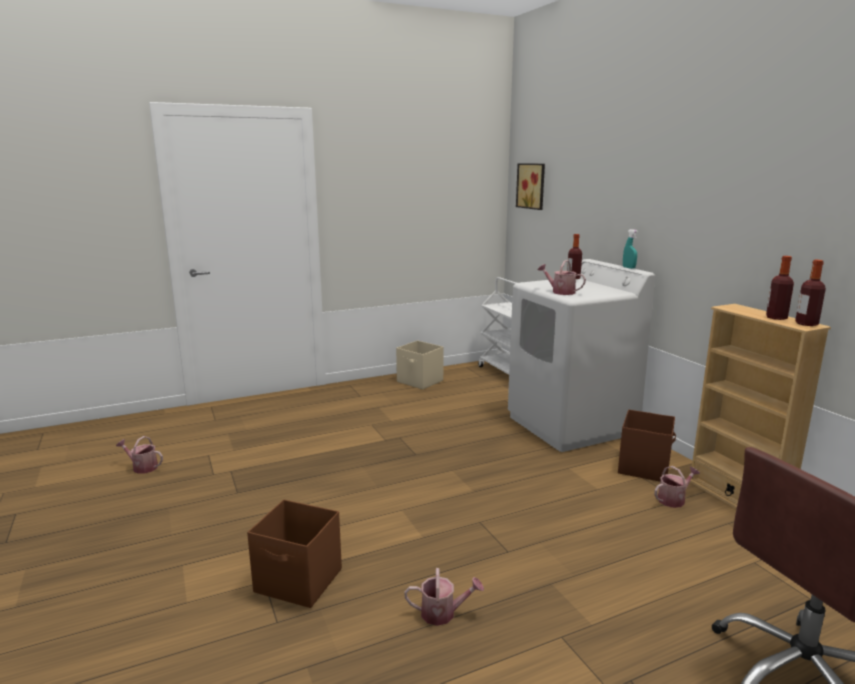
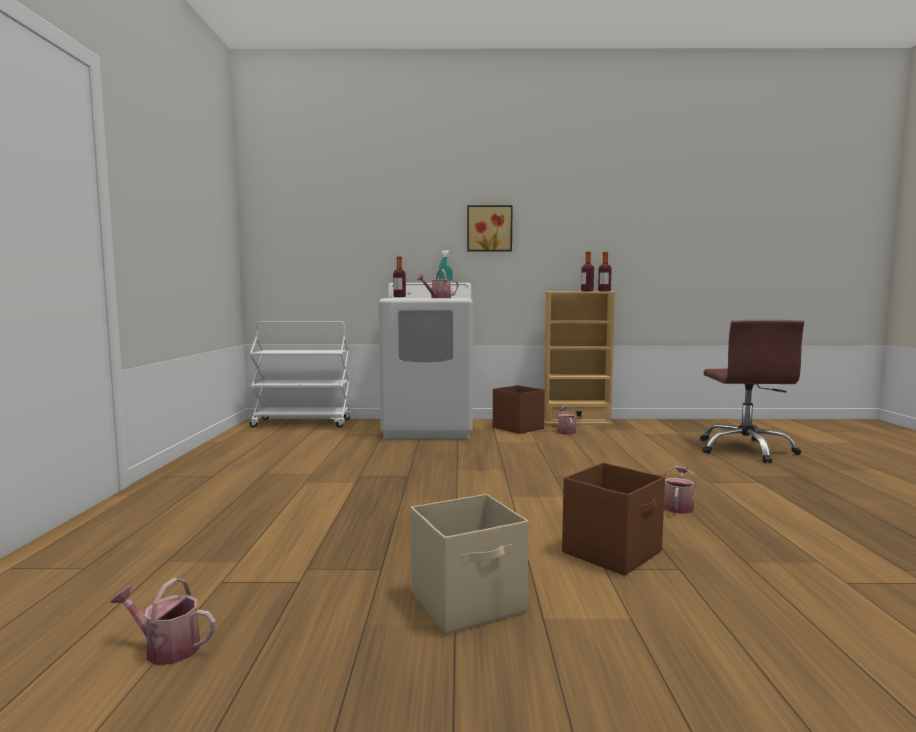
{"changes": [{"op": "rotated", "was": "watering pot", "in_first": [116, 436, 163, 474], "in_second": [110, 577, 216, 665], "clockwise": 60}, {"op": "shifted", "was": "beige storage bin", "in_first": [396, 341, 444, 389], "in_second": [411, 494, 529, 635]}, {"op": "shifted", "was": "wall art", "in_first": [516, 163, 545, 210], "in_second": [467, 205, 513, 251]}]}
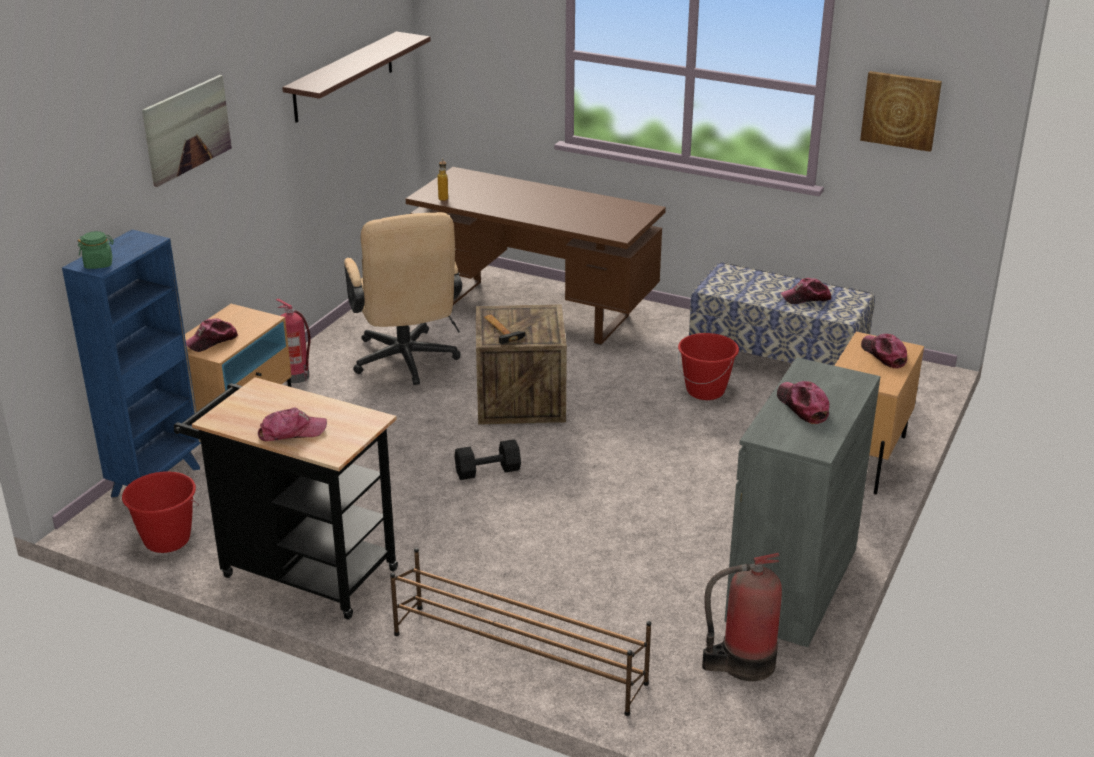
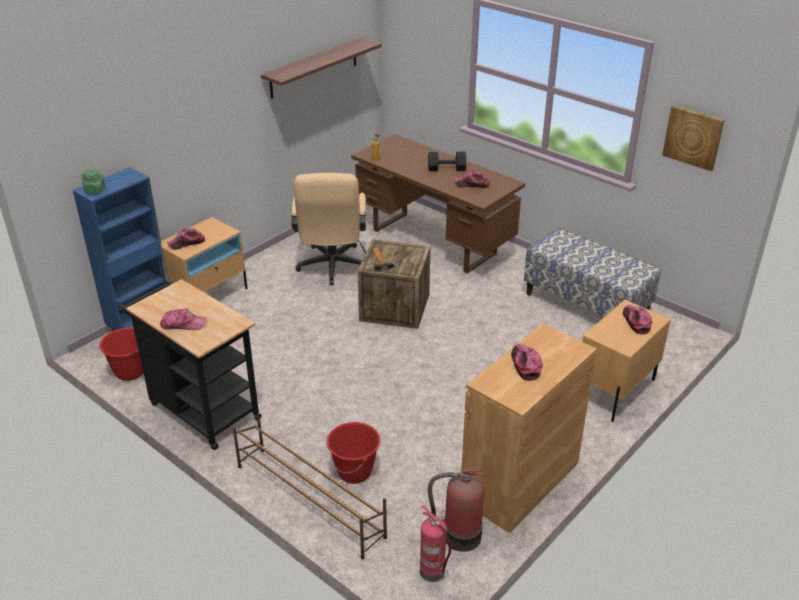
{"changes": [{"op": "shifted", "was": "red-coloured water bucket", "in_first": [678, 333, 739, 400], "in_second": [327, 422, 380, 484]}, {"op": "shifted", "was": "fire-fighting cylinder", "in_first": [276, 299, 311, 383], "in_second": [420, 505, 451, 582]}, {"op": "shifted", "was": "black hand weight", "in_first": [454, 439, 521, 480], "in_second": [428, 152, 466, 171]}, {"op": "shifted", "was": "cap", "in_first": [781, 278, 831, 304], "in_second": [454, 171, 490, 188]}, {"op": "repainted", "was": "greyish cupboard", "now": "brownish cupboard", "in_first": [725, 357, 880, 647], "in_second": [461, 323, 597, 533]}, {"op": "gone", "was": "wall art", "in_first": [142, 75, 232, 187]}]}
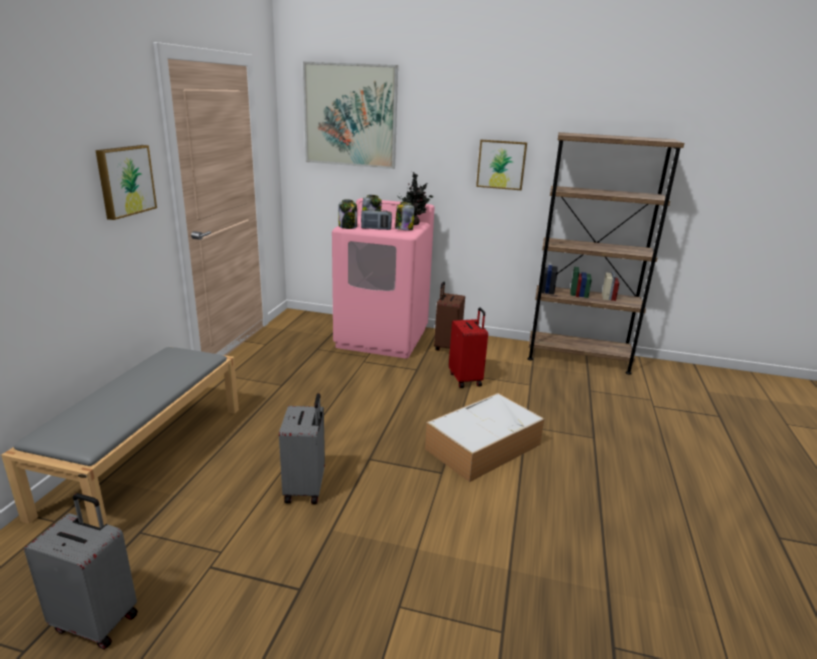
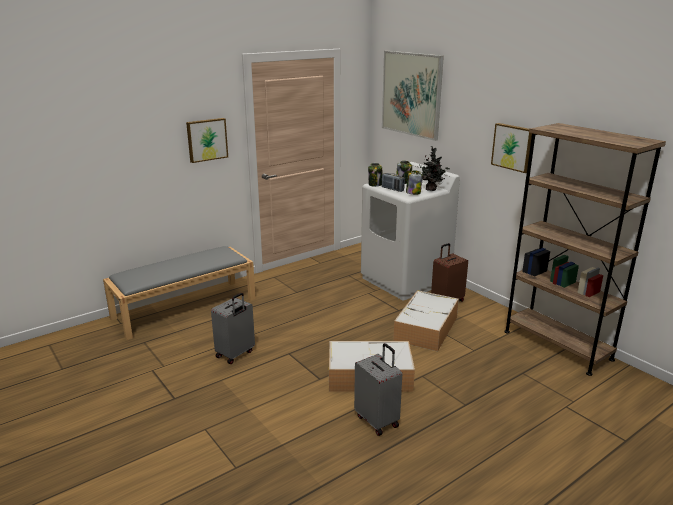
{"changes": [{"op": "shifted", "was": "greyish travel case", "in_first": [24, 493, 138, 649], "in_second": [354, 343, 402, 436]}, {"op": "repainted", "was": "pink-coloured laundry appliance", "now": "whitish laundry appliance", "in_first": [332, 198, 435, 359], "in_second": [361, 162, 460, 300]}, {"op": "swapped", "was": "red-coloured travel case", "now": "storage bin", "in_first": [449, 307, 488, 388], "in_second": [393, 290, 459, 351]}]}
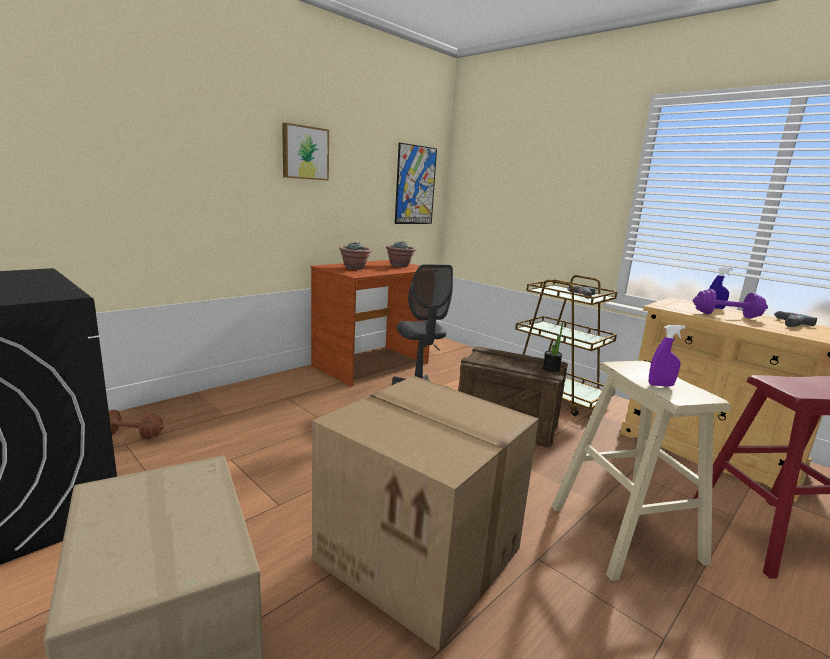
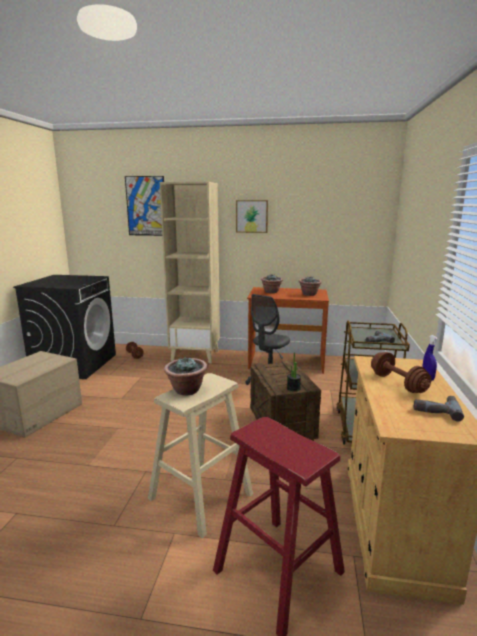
{"changes": [{"op": "shifted", "was": "wall art", "in_first": [395, 142, 437, 224], "in_second": [125, 176, 164, 236]}, {"op": "new", "now": "beige bookshelf", "in_second": [160, 182, 220, 363]}, {"op": "swapped", "was": "purple-coloured hand sprayer", "now": "houseplant", "in_first": [649, 325, 686, 387], "in_second": [164, 357, 207, 396]}, {"op": "repainted", "was": "purple-coloured hand weight", "now": "brownish hand weight", "in_first": [693, 289, 768, 319], "in_second": [371, 352, 431, 393]}, {"op": "gone", "was": "cardboard box", "in_first": [312, 376, 539, 651]}]}
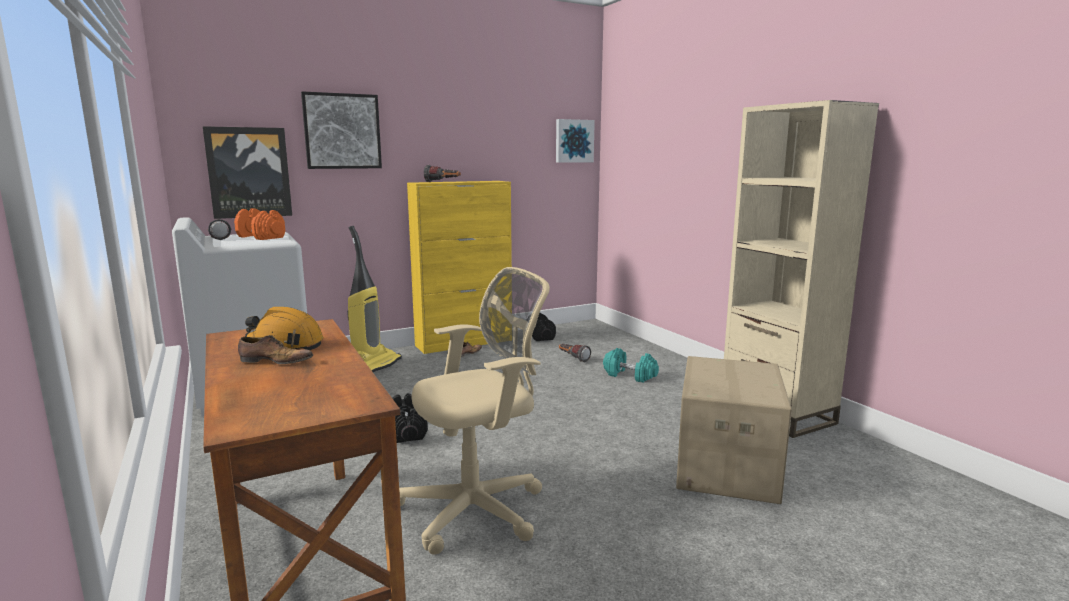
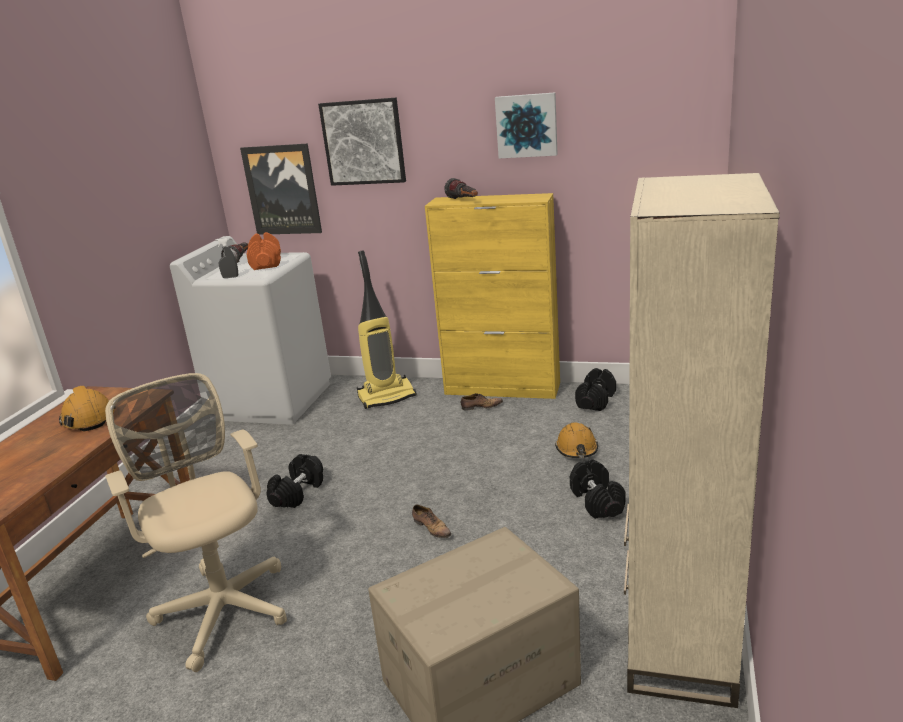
{"changes": [{"op": "rotated", "was": "beige computer chair", "in_first": [399, 267, 550, 555], "in_second": [105, 373, 287, 672], "clockwise": -135}, {"op": "new", "now": "greyish hand sprayer", "in_second": [215, 238, 238, 278]}, {"op": "shifted", "was": "shoe", "in_first": [238, 335, 313, 364], "in_second": [412, 505, 451, 538]}, {"op": "shifted", "was": "wall art", "in_first": [556, 119, 595, 163], "in_second": [495, 92, 558, 159]}, {"op": "swapped", "was": "hand torch", "now": "orangey safety helmet", "in_first": [559, 344, 591, 362], "in_second": [555, 422, 598, 458]}, {"op": "repainted", "was": "turquoise hand weight", "now": "black hand weight", "in_first": [603, 348, 659, 383], "in_second": [570, 459, 625, 519]}]}
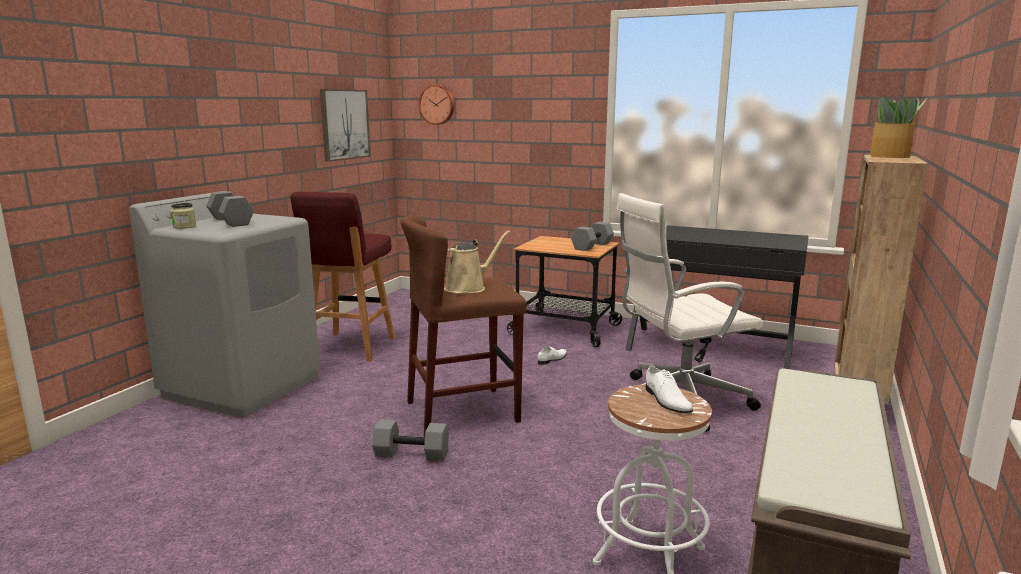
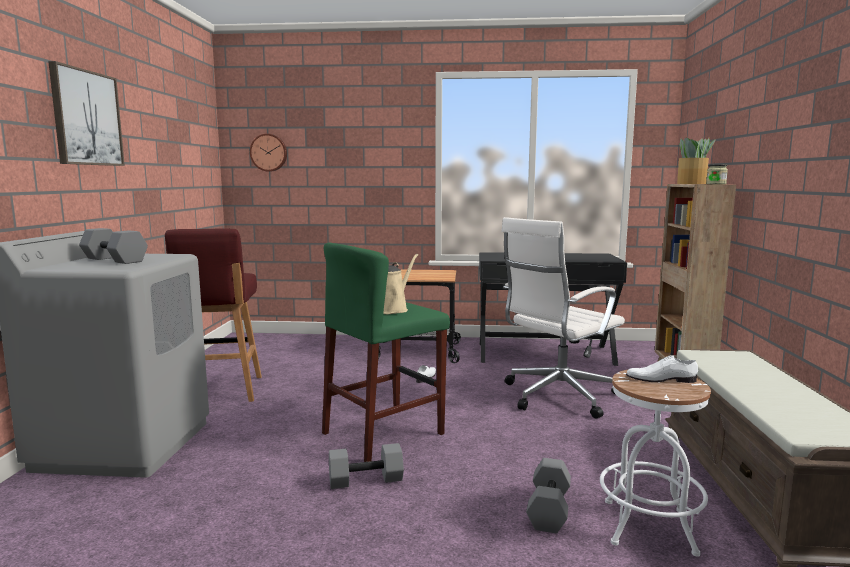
{"changes": [{"op": "shifted", "was": "wall art", "in_first": [320, 89, 371, 162], "in_second": [48, 61, 125, 166]}, {"op": "repainted", "was": "brownish stool", "now": "greenish stool", "in_first": [401, 216, 527, 437], "in_second": [322, 243, 450, 462]}, {"op": "shifted", "was": "greyish hand weight", "in_first": [571, 222, 614, 251], "in_second": [526, 458, 571, 533]}, {"op": "rotated", "was": "whitish shoe", "in_first": [646, 366, 693, 413], "in_second": [626, 355, 698, 383], "clockwise": 135}, {"op": "shifted", "was": "storage jar", "in_first": [171, 203, 196, 229], "in_second": [706, 164, 728, 184]}]}
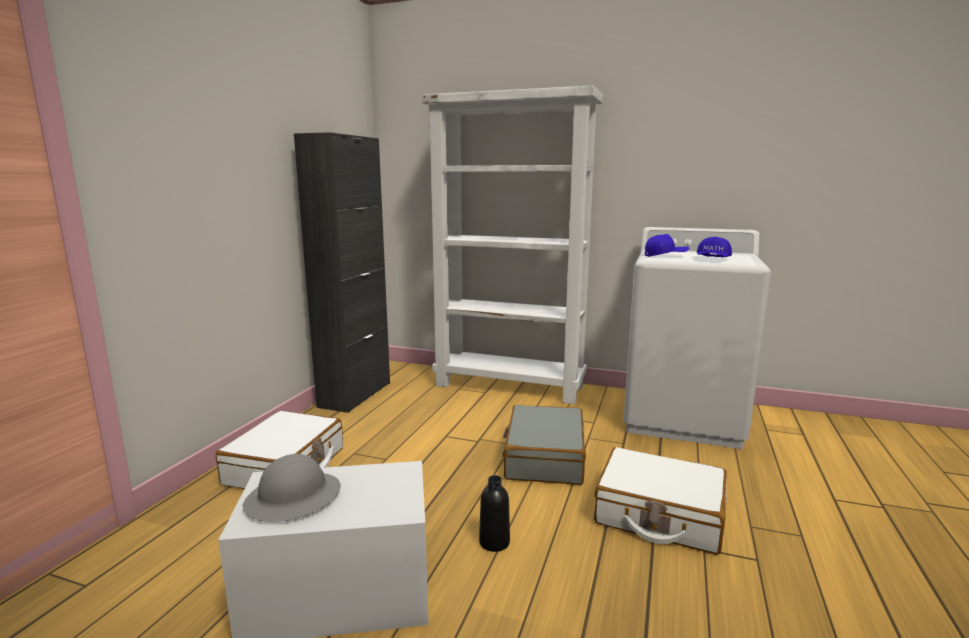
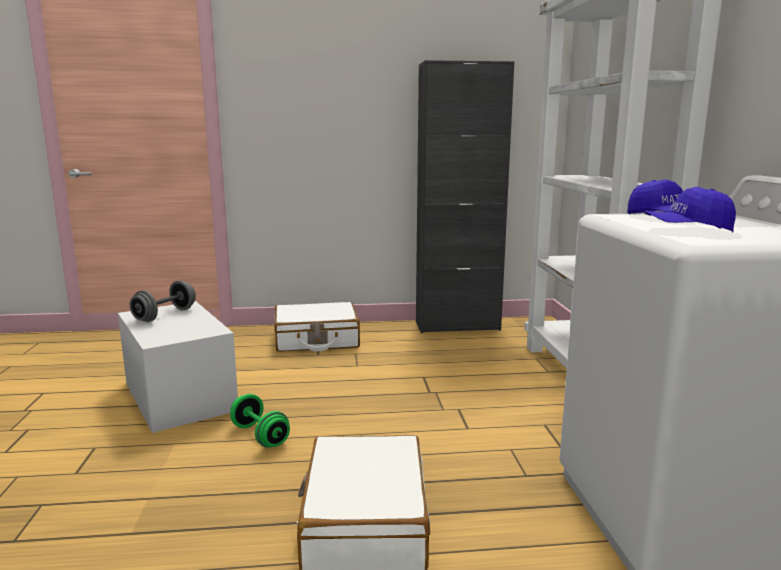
{"changes": [{"op": "swapped", "was": "greyish safety helmet", "now": "greyish hand weight", "in_first": [242, 454, 341, 522], "in_second": [130, 280, 196, 322]}, {"op": "swapped", "was": "black bottle", "now": "greenish hand weight", "in_first": [479, 475, 510, 552], "in_second": [230, 394, 290, 448]}, {"op": "gone", "was": "greyish travel case", "in_first": [502, 405, 586, 485]}]}
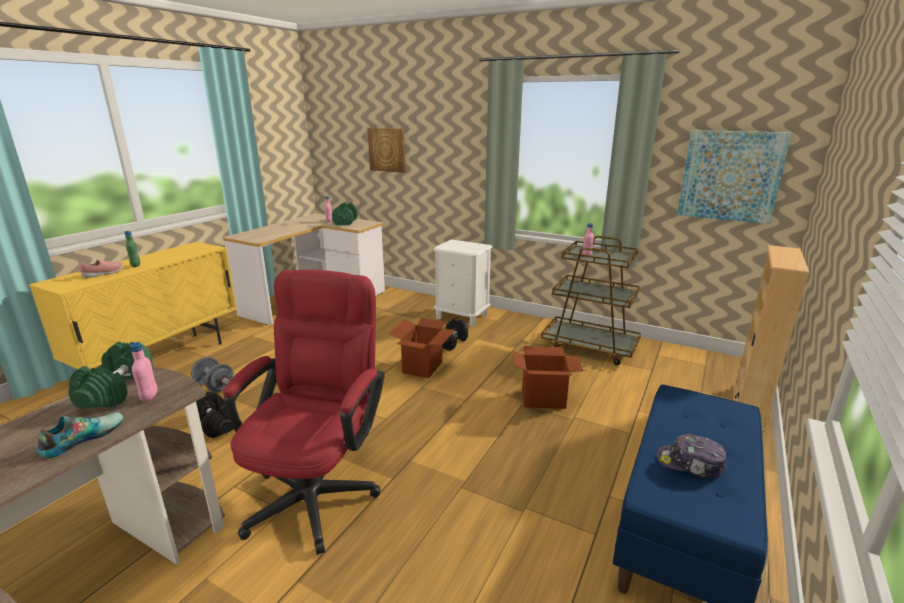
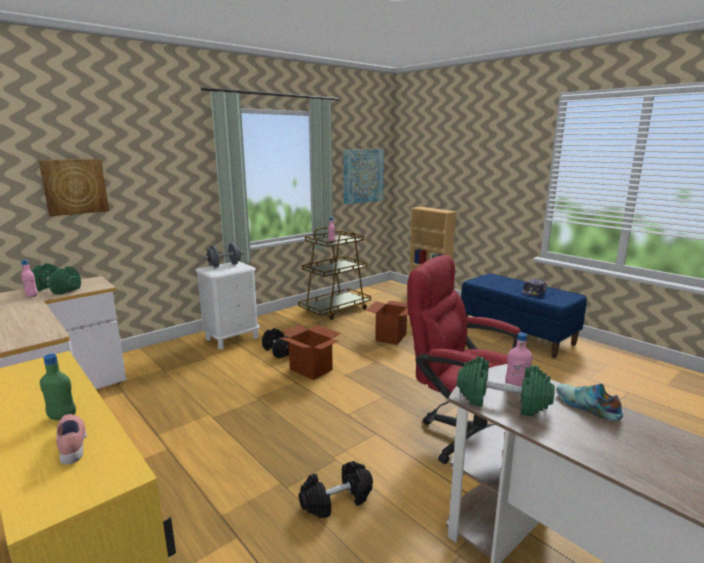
{"changes": [{"op": "shifted", "was": "greyish hand weight", "in_first": [191, 356, 234, 392], "in_second": [203, 243, 244, 268]}]}
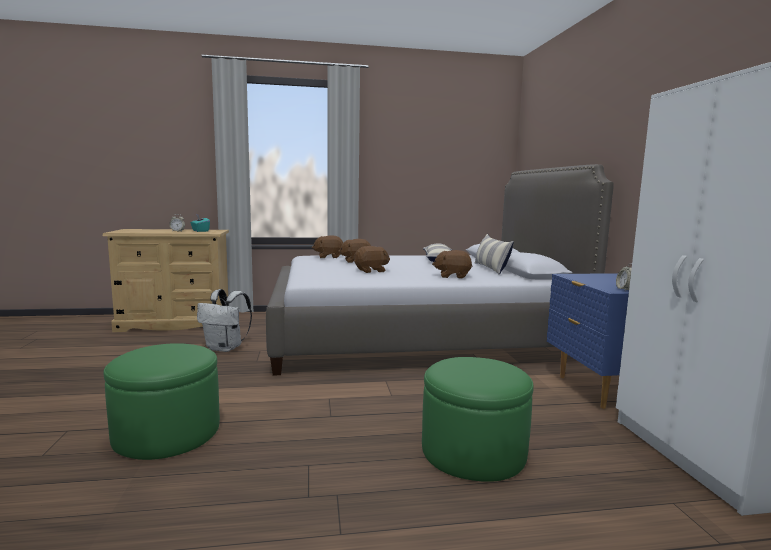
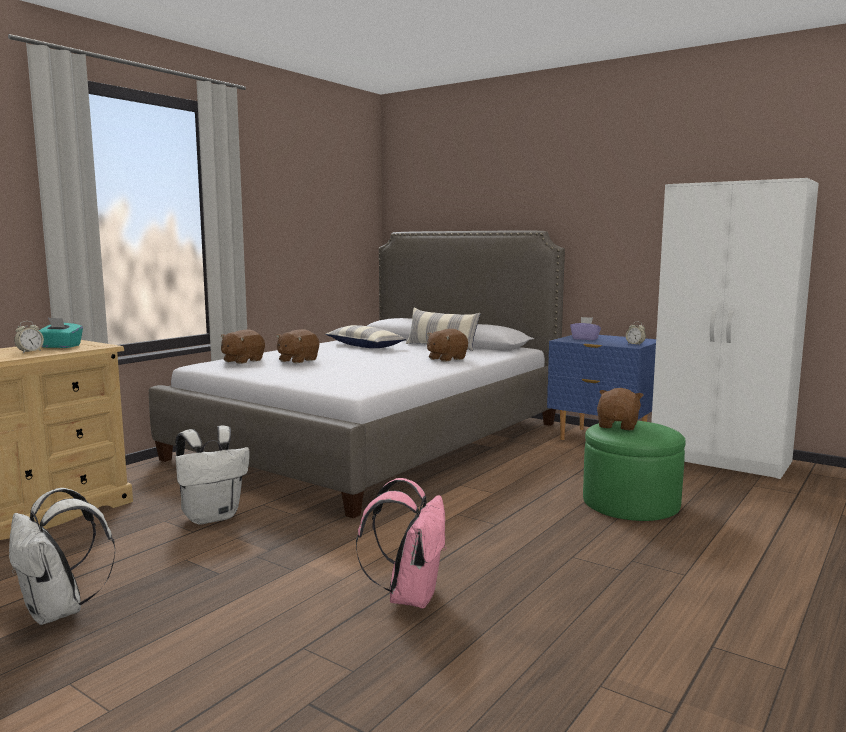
{"changes": [{"op": "new", "now": "whitish rucksack", "in_second": [9, 488, 116, 625]}, {"op": "swapped", "was": "greenish pouffe", "now": "pink-coloured rucksack", "in_first": [104, 343, 220, 460], "in_second": [356, 478, 446, 609]}, {"op": "new", "now": "purple-coloured tissue box", "in_second": [570, 317, 601, 340]}, {"op": "shifted", "was": "brownish soft toy", "in_first": [354, 246, 390, 273], "in_second": [597, 388, 644, 430]}]}
